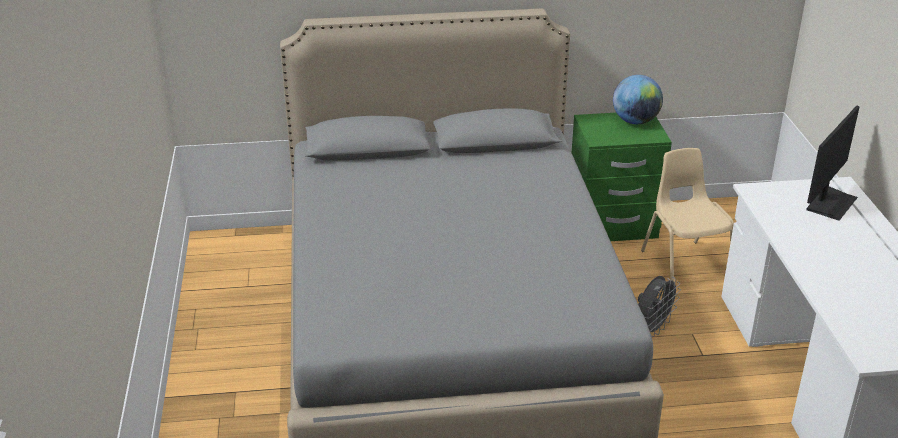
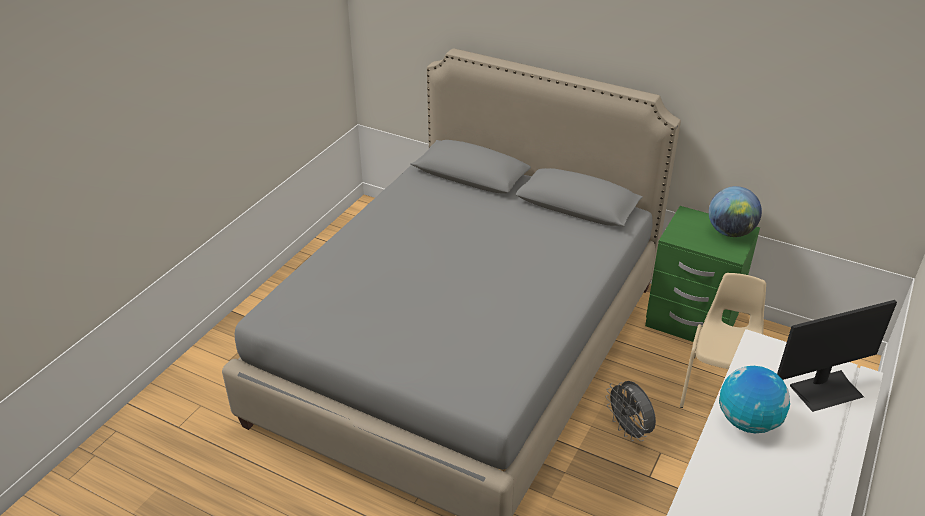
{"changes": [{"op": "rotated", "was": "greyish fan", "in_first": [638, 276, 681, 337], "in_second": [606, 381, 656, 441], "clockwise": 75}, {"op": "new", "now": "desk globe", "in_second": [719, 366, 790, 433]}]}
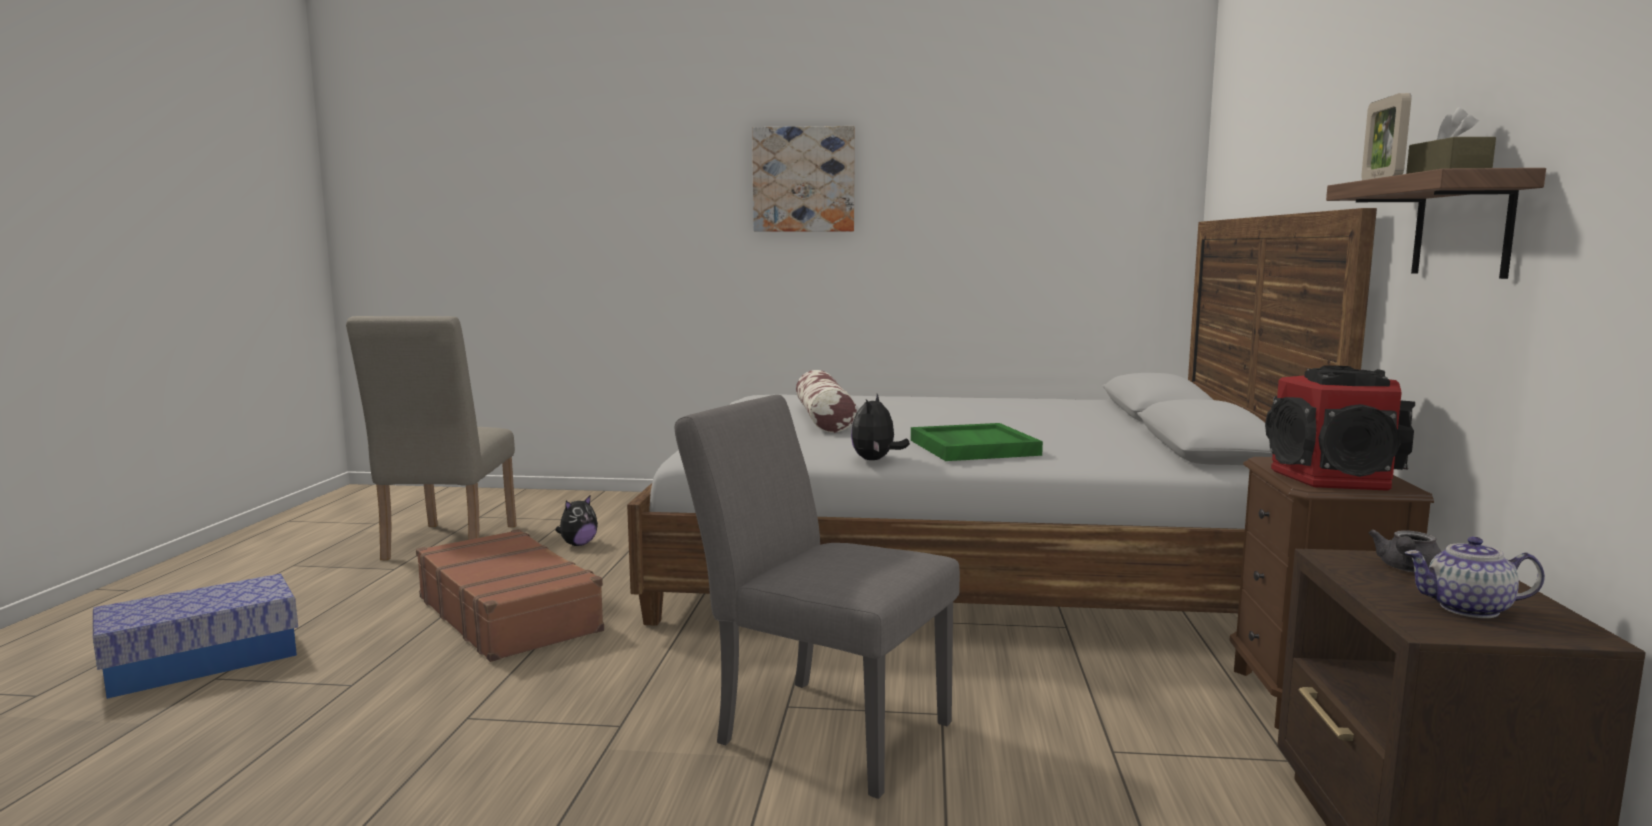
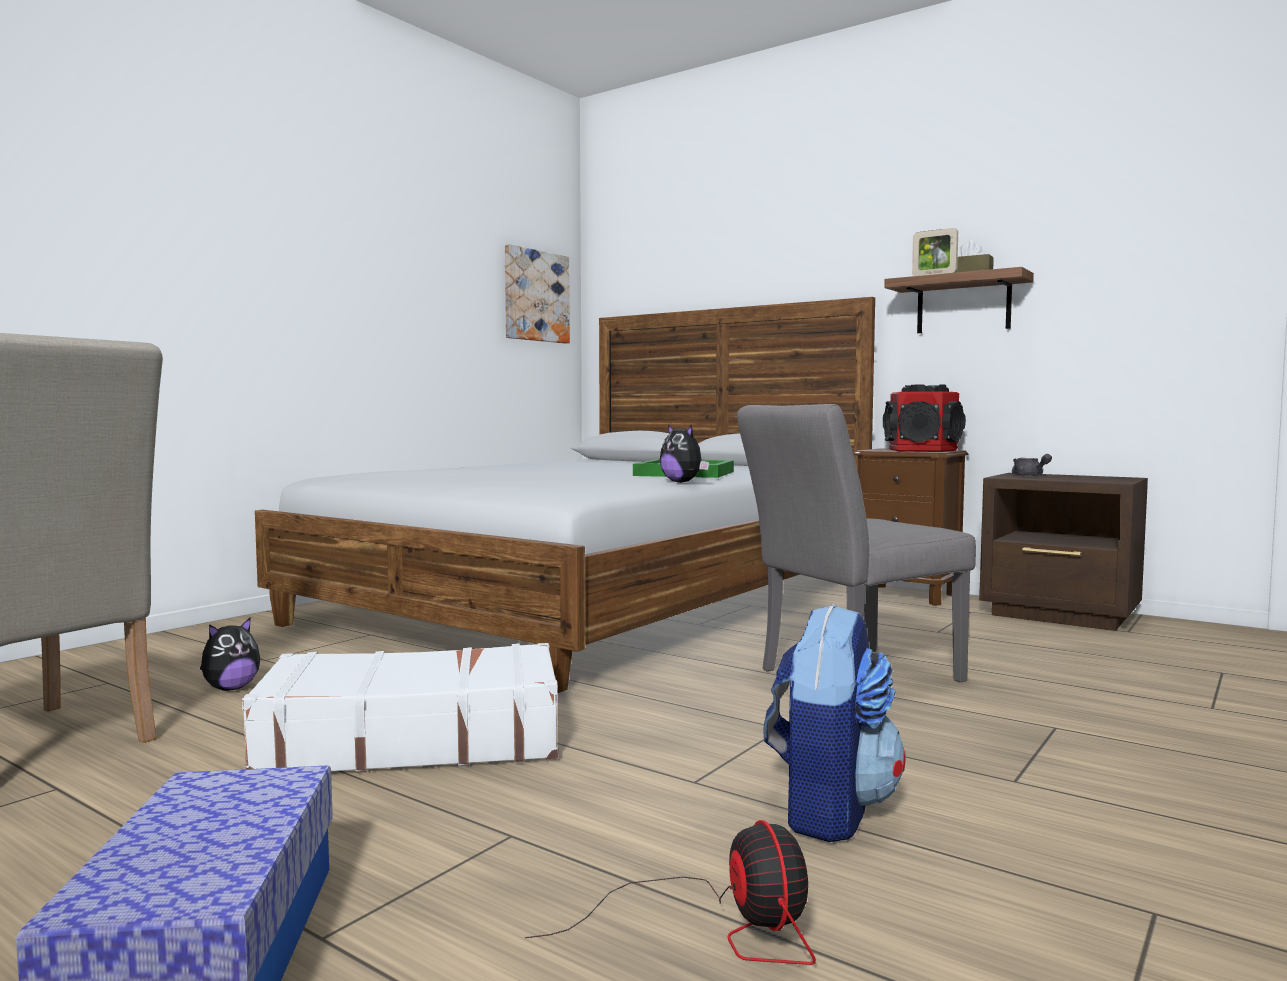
{"changes": [{"op": "rotated", "was": "soft toy", "in_first": [555, 496, 598, 546], "in_second": [200, 617, 260, 691], "clockwise": 60}, {"op": "repainted", "was": "brownish travel case", "now": "whitish travel case", "in_first": [416, 529, 604, 662], "in_second": [242, 643, 558, 772]}, {"op": "shifted", "was": "wall art", "in_first": [752, 126, 855, 232], "in_second": [505, 244, 570, 343]}, {"op": "new", "now": "fan", "in_second": [525, 820, 816, 965]}, {"op": "new", "now": "rucksack", "in_second": [763, 604, 905, 842]}, {"op": "gone", "was": "cushion", "in_first": [796, 370, 857, 433]}, {"op": "gone", "was": "tea pot", "in_first": [1404, 537, 1545, 618]}]}
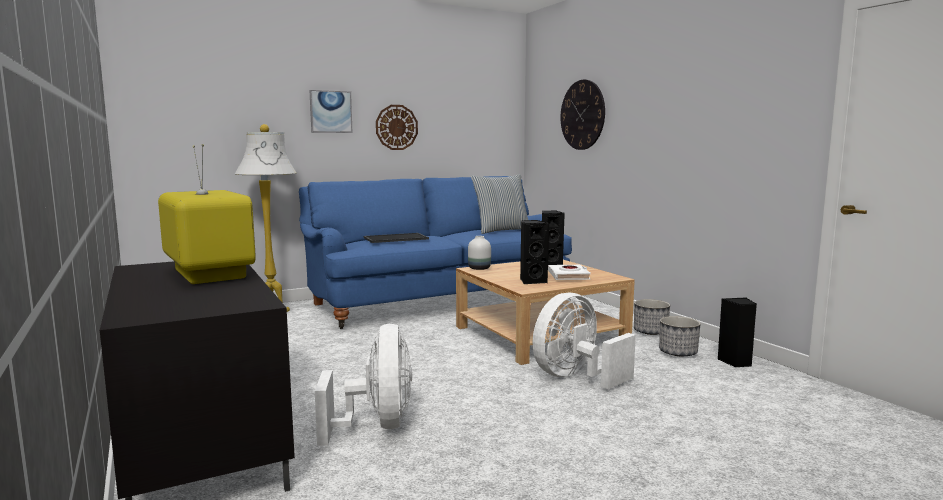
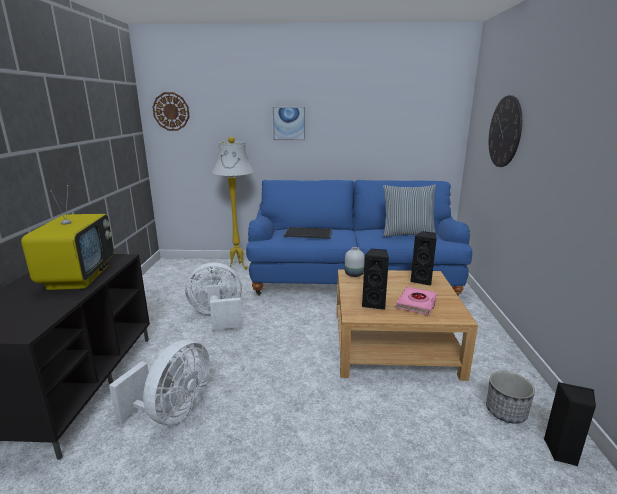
{"changes": [{"op": "shifted", "was": "wall clock", "in_first": [376, 105, 418, 150], "in_second": [152, 92, 190, 131]}, {"op": "shifted", "was": "whitish fan", "in_first": [533, 293, 636, 389], "in_second": [185, 263, 242, 330]}, {"op": "repainted", "was": "whitish volume", "now": "pink-coloured volume", "in_first": [548, 265, 591, 280], "in_second": [396, 287, 437, 315]}, {"op": "gone", "was": "planter", "in_first": [634, 299, 670, 335]}]}
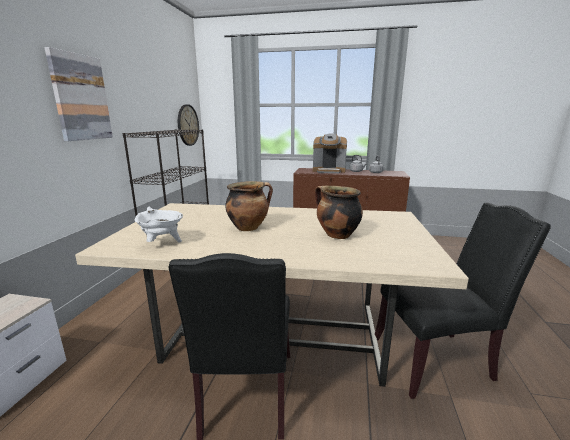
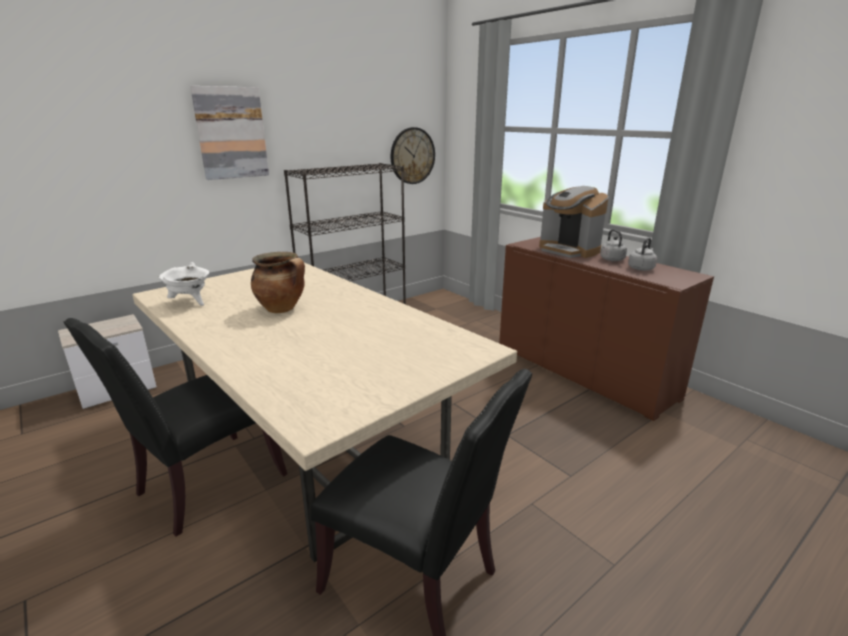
{"changes": [{"op": "gone", "was": "stockpot", "in_first": [314, 185, 363, 239]}]}
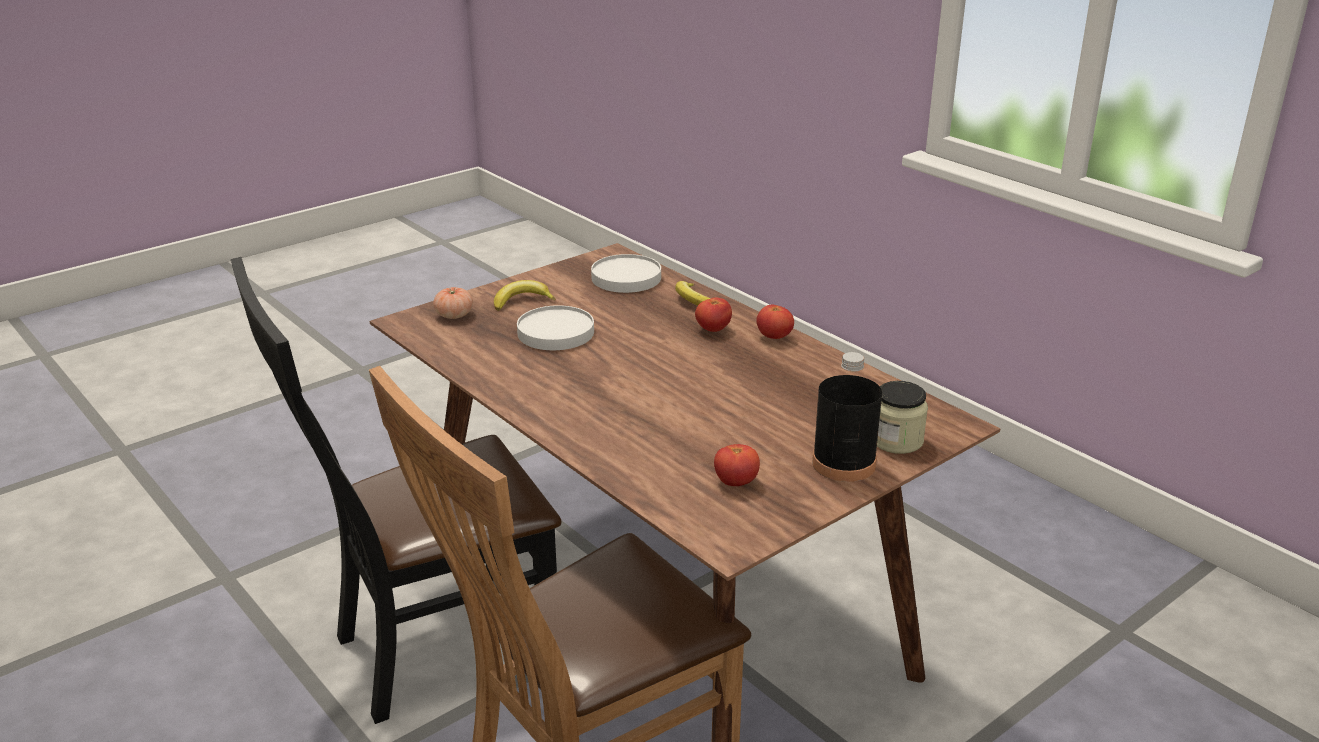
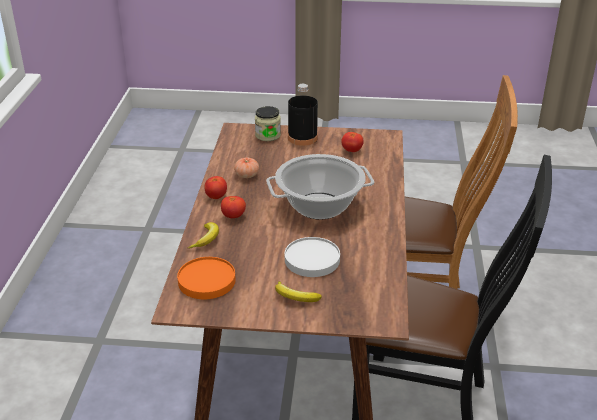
{"changes": [{"op": "repainted", "was": "whitish plate", "now": "orangey plate", "in_first": [591, 254, 661, 293], "in_second": [177, 257, 236, 299]}, {"op": "shifted", "was": "whole tomato", "in_first": [433, 287, 473, 319], "in_second": [234, 157, 259, 178]}, {"op": "new", "now": "stockpot", "in_second": [266, 154, 374, 220]}]}
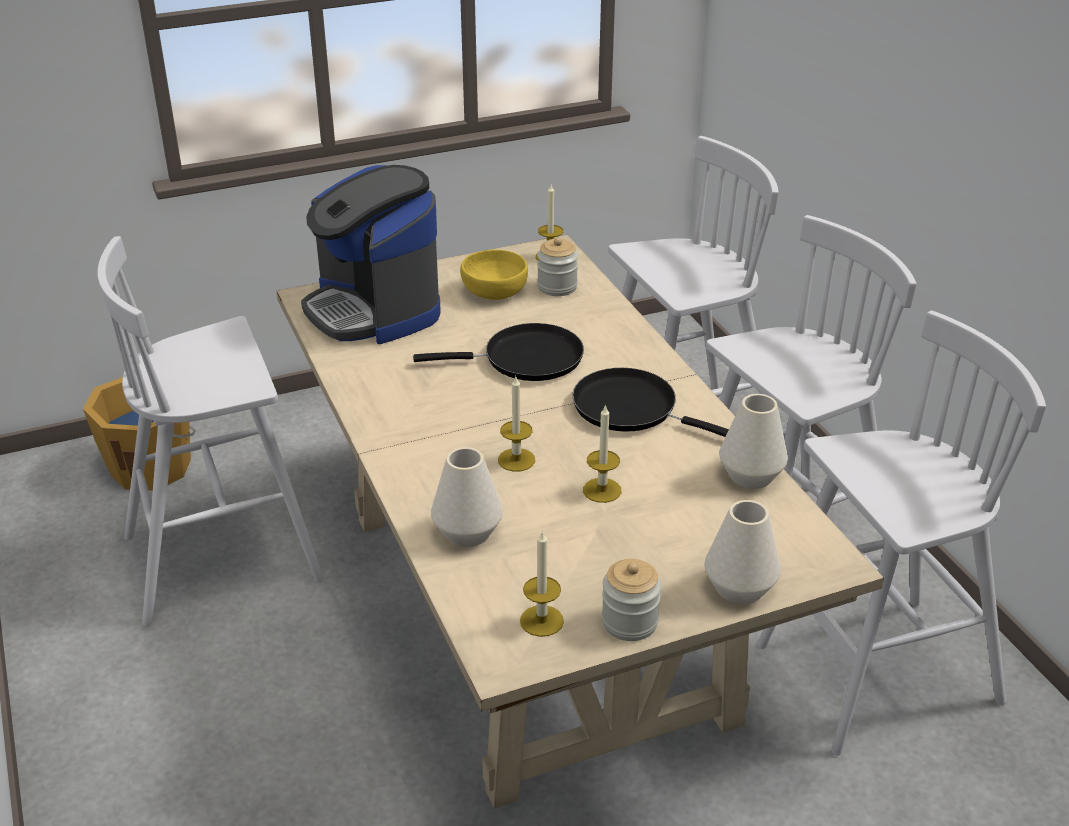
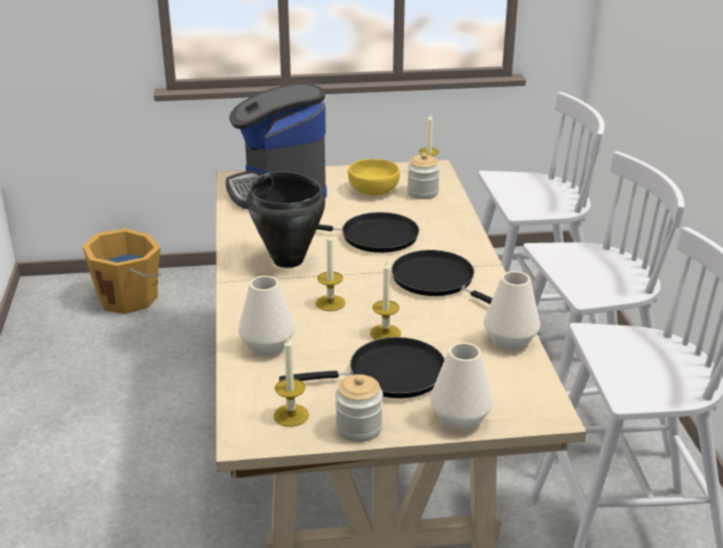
{"changes": [{"op": "new", "now": "black stockpot", "in_second": [247, 171, 325, 268]}, {"op": "new", "now": "black frying pan", "in_second": [279, 337, 445, 398]}, {"op": "gone", "was": "whitish stool", "in_first": [97, 236, 324, 627]}]}
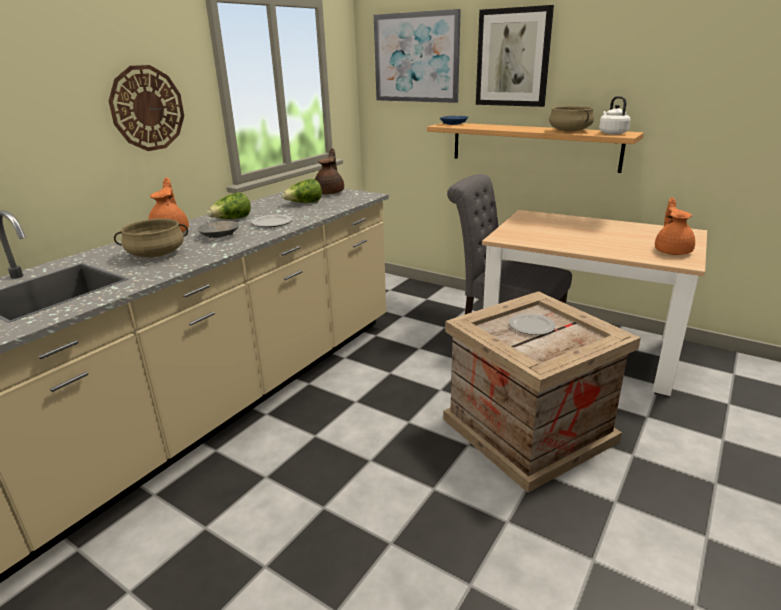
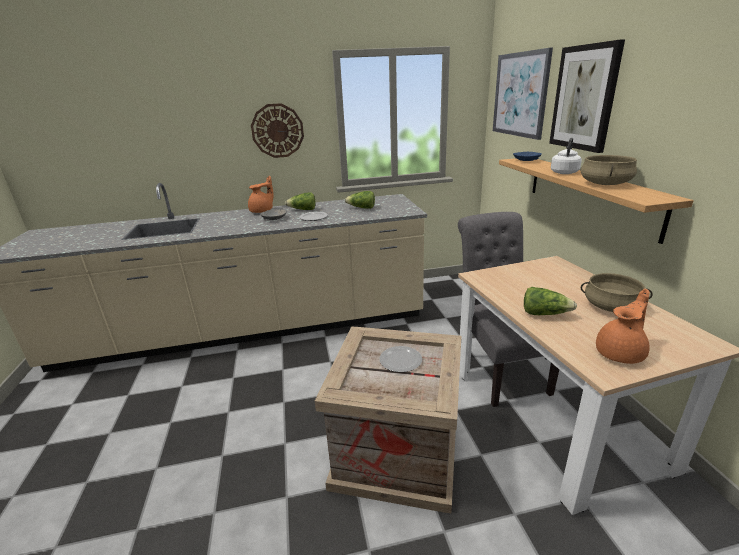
{"changes": [{"op": "new", "now": "lettuce", "in_second": [524, 287, 577, 315]}, {"op": "shifted", "was": "whitish kettle", "in_first": [599, 96, 630, 135], "in_second": [551, 138, 582, 174]}, {"op": "shifted", "was": "beige stockpot", "in_first": [114, 219, 188, 257], "in_second": [581, 273, 653, 312]}, {"op": "gone", "was": "brownish tea pot", "in_first": [315, 148, 344, 195]}]}
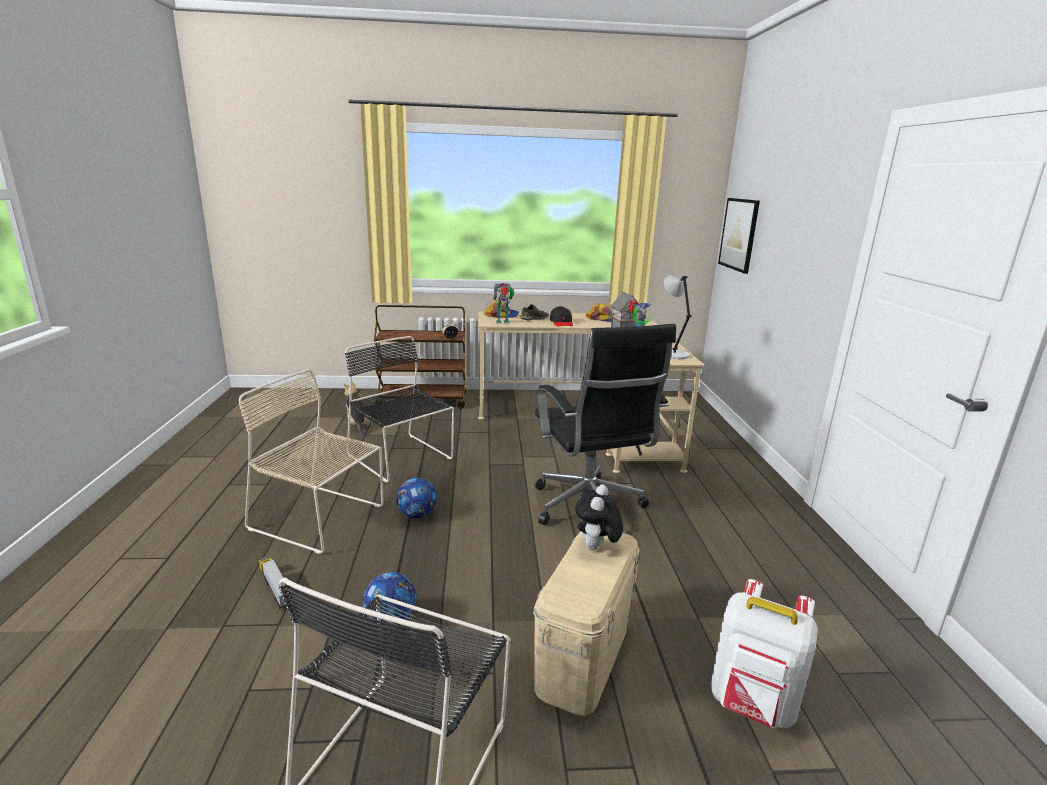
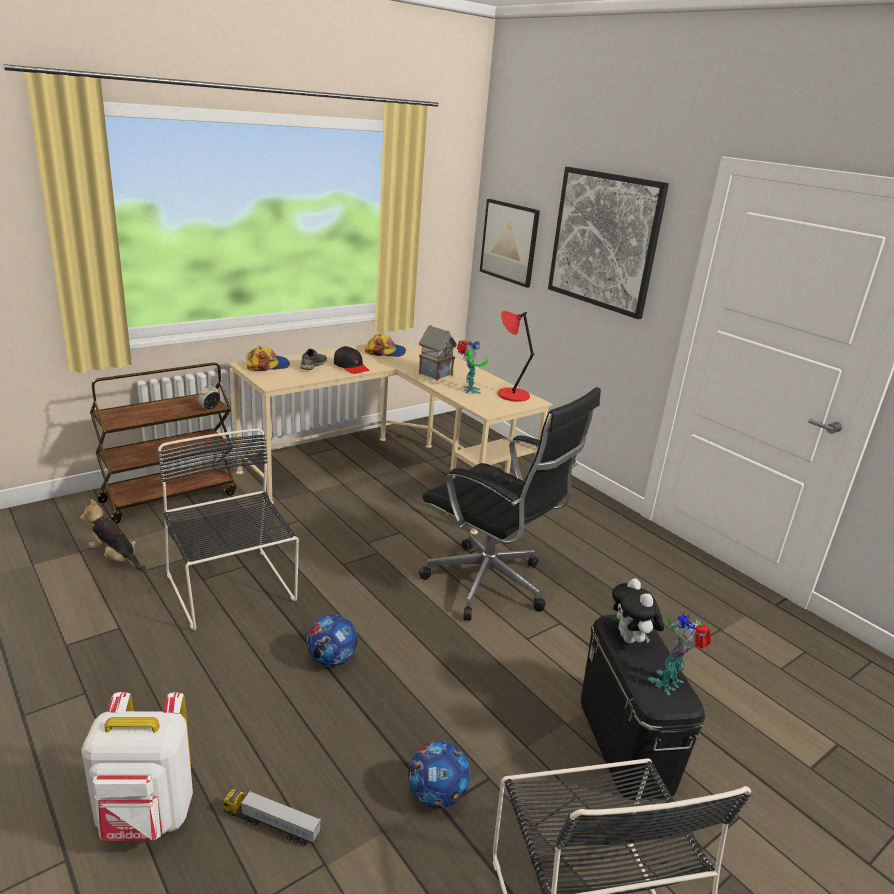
{"changes": [{"op": "shifted", "was": "whitish rucksack", "in_first": [710, 579, 818, 728], "in_second": [82, 692, 193, 841]}, {"op": "rotated", "was": "black plain chair", "in_first": [345, 336, 454, 482], "in_second": [157, 428, 299, 630], "clockwise": 45}, {"op": "repainted", "was": "greyish lamp for a table", "now": "red-coloured lamp for a table", "in_first": [664, 276, 692, 359], "in_second": [498, 311, 535, 402]}, {"op": "new", "now": "wall art", "in_second": [548, 167, 669, 319]}, {"op": "repainted", "was": "beige storage bin", "now": "black storage bin", "in_first": [533, 531, 640, 716], "in_second": [581, 615, 706, 800]}, {"op": "shifted", "was": "robot figure", "in_first": [493, 283, 514, 324], "in_second": [649, 611, 711, 695]}, {"op": "gone", "was": "beige plain chair", "in_first": [239, 369, 384, 554]}]}
